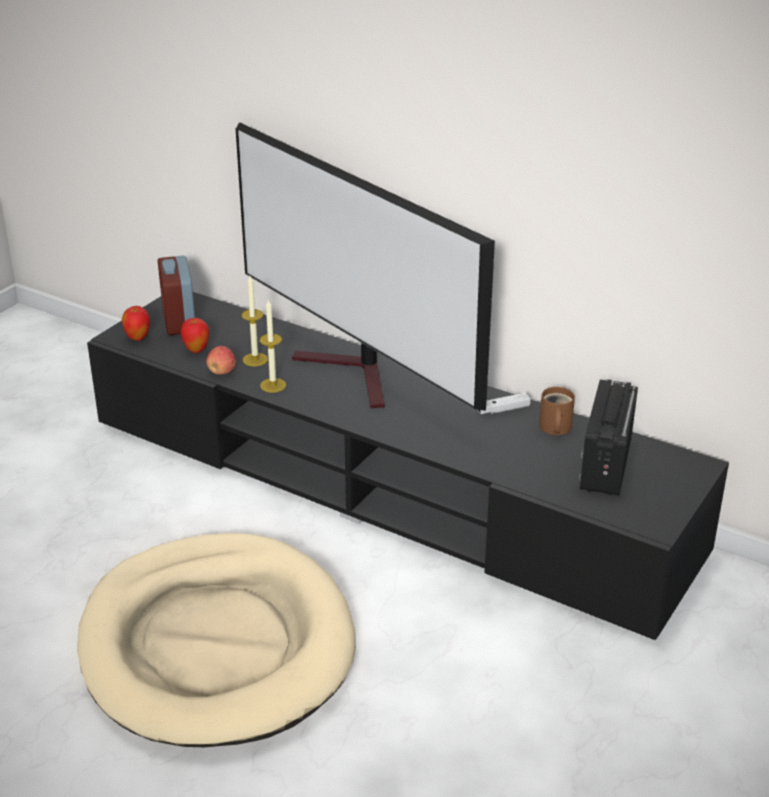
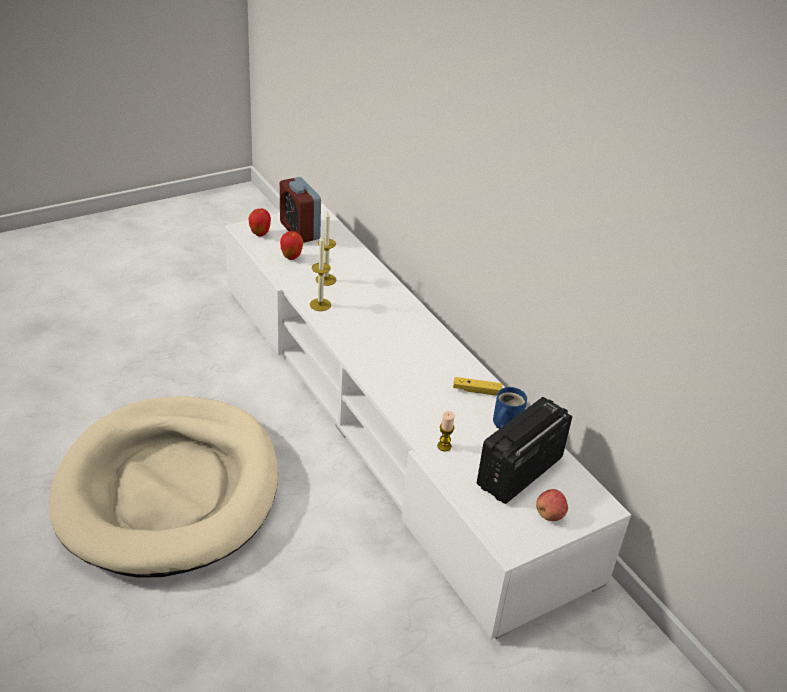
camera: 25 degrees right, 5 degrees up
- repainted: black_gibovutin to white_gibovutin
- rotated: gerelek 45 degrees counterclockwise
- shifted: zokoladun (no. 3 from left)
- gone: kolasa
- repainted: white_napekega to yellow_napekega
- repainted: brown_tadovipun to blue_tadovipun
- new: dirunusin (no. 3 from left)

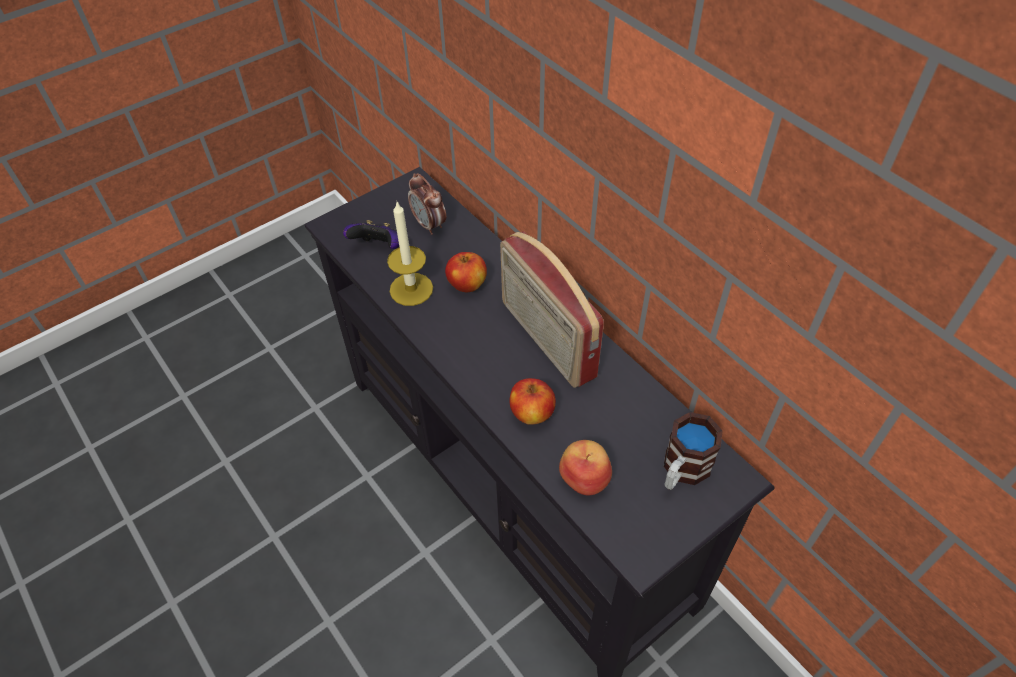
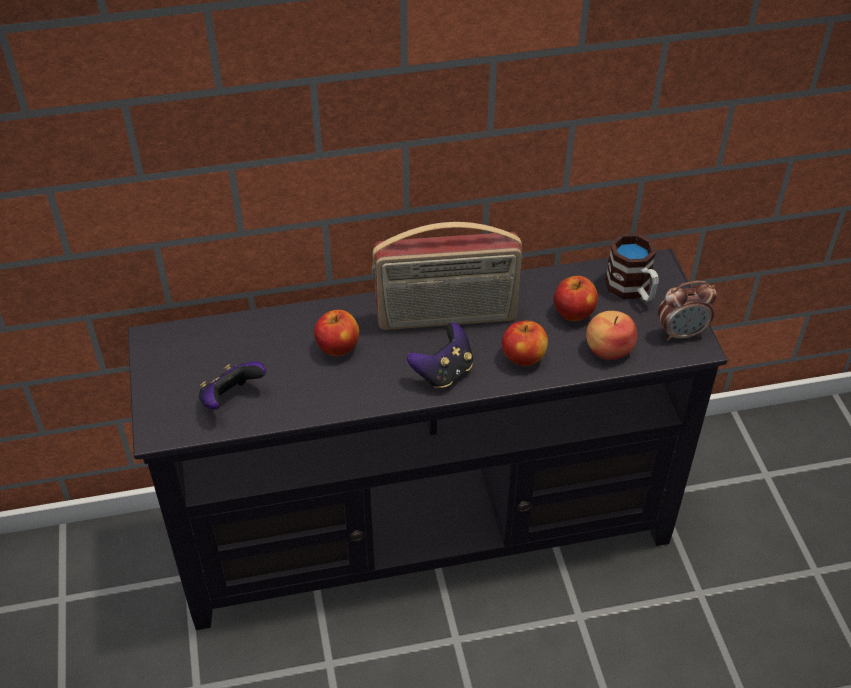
camera: 65 degrees left, 5 degrees down
- gone: dirunusin
- shifted: gerelek
- new: napekega (no. 2 from left)
- new: zokoladun (no. 3 from left)

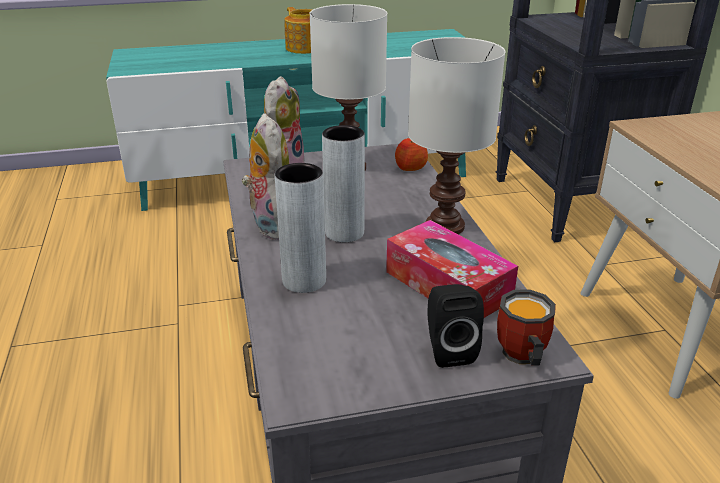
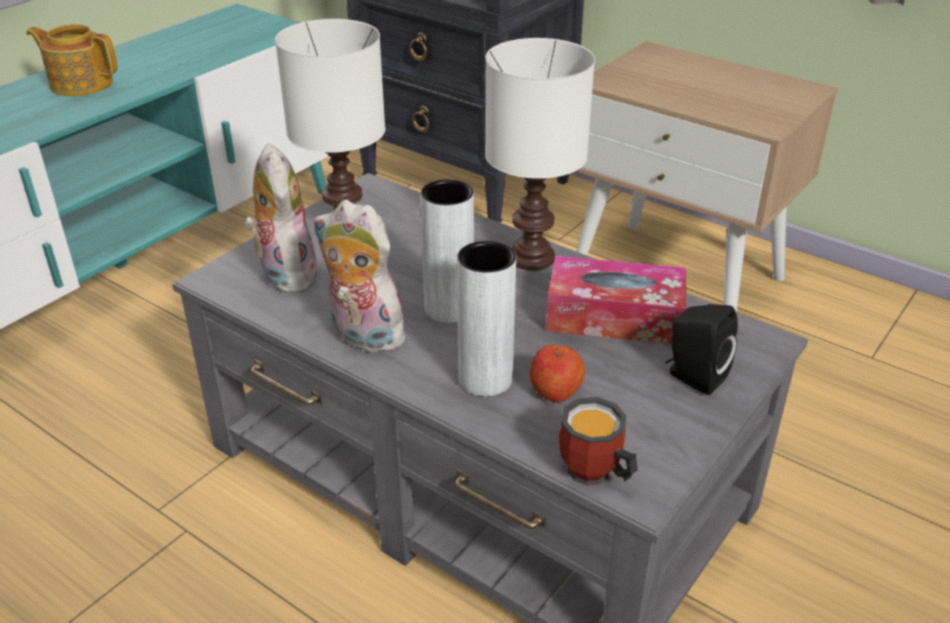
camera: 40 degrees left, 5 degrees up
- shifted: zokoladun
- shifted: tadovipun

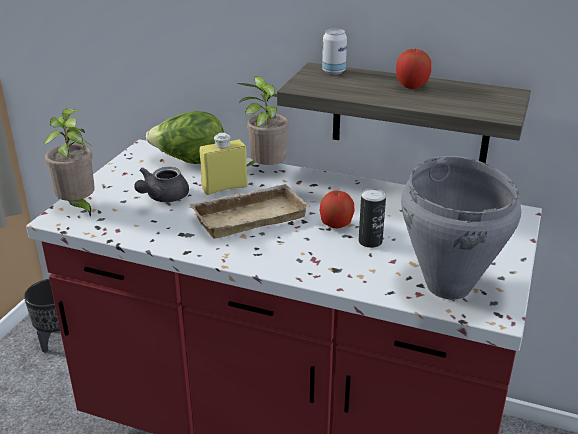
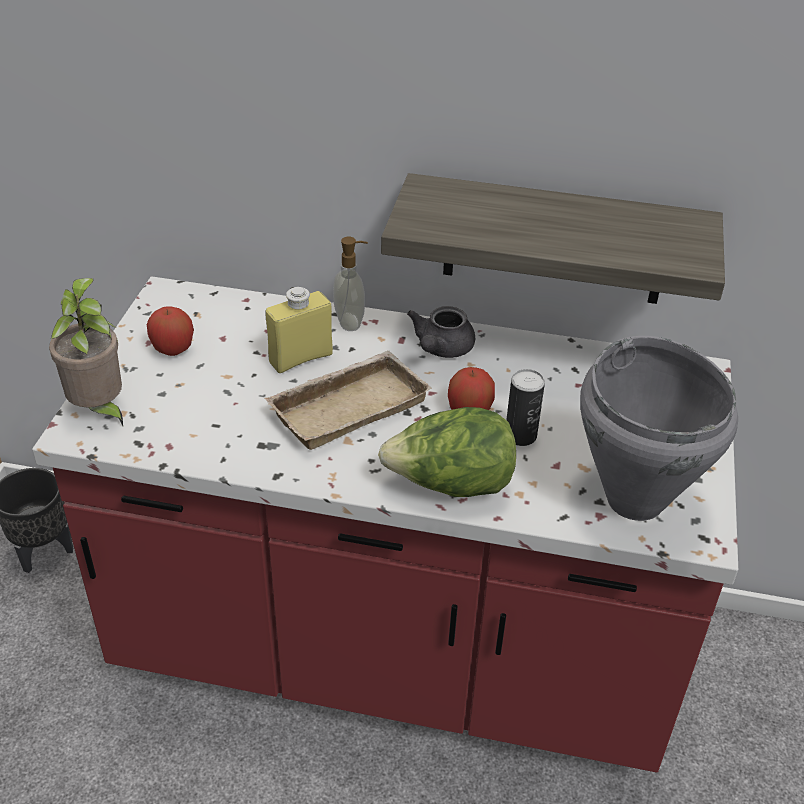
camera: 10 degrees left, 10 degrees up
- shifted: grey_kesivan
- shifted: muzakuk
- swapped: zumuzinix (no. 2 from left) to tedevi
- gone: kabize (no. 1 from left)
- shifted: zokoladun (no. 2 from left in the first image) to zokoladun (no. 1 from left)

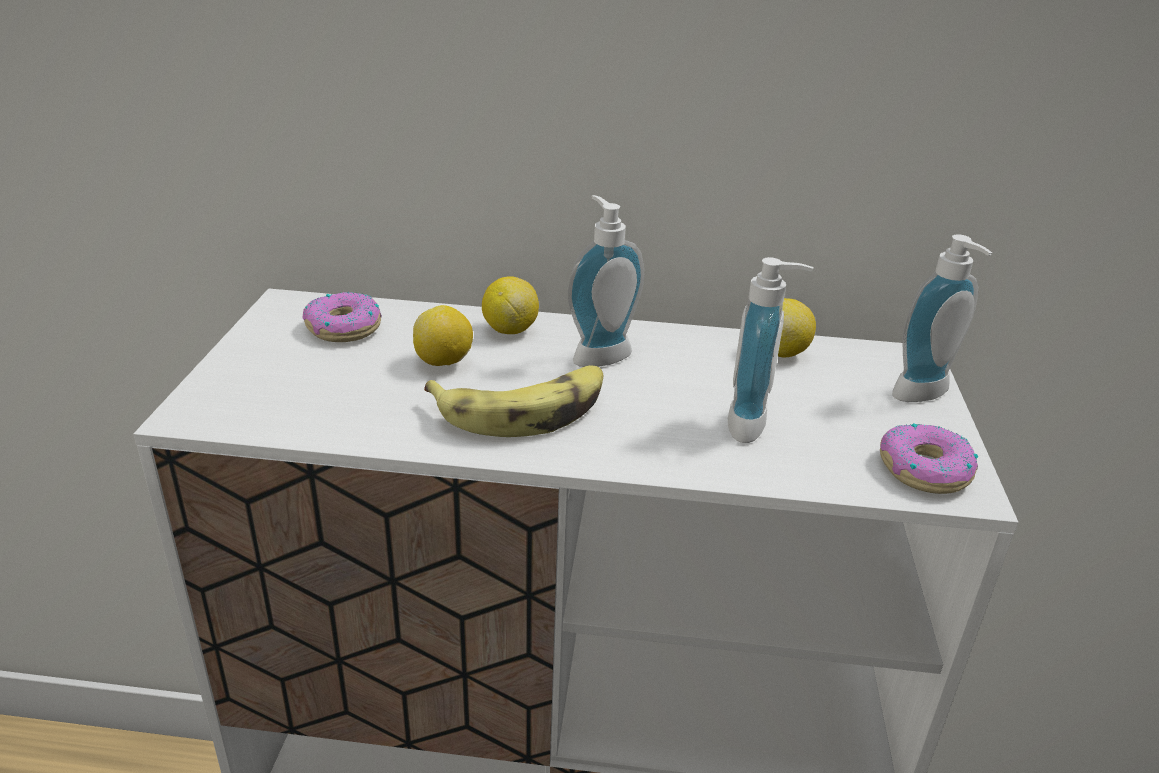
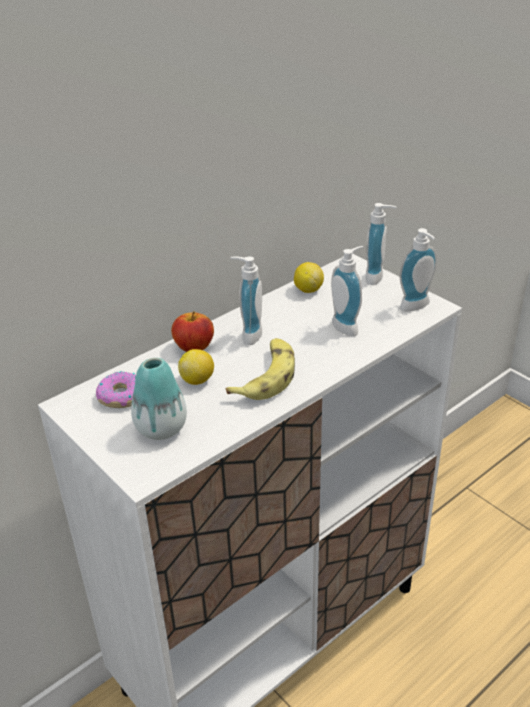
camera: 45 degrees left, 5 degrees up
- swapped: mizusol (no. 2 from left) to zokoladun
- swapped: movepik (no. 2 from left) to tedevi (no. 4 from left)
- new: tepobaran

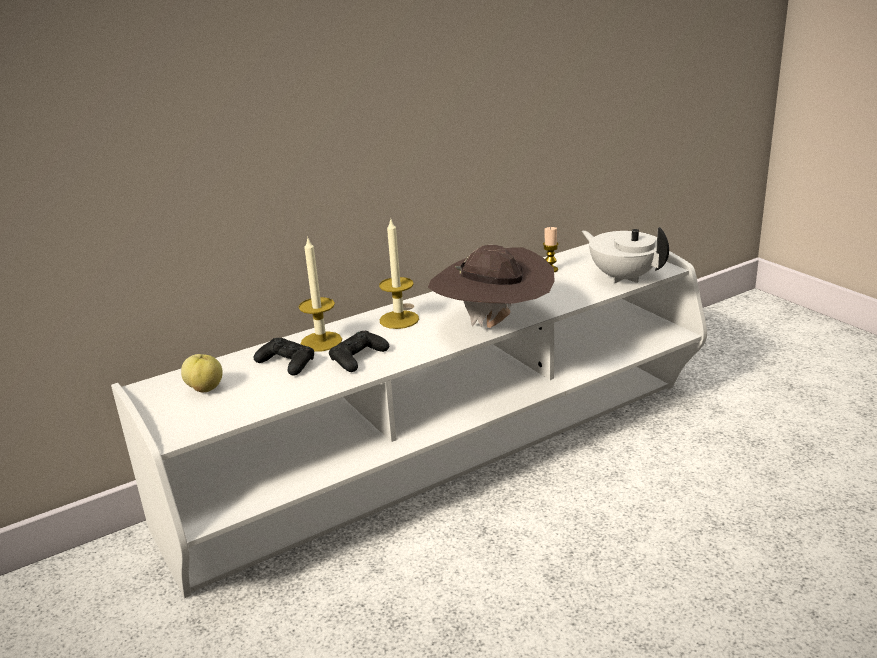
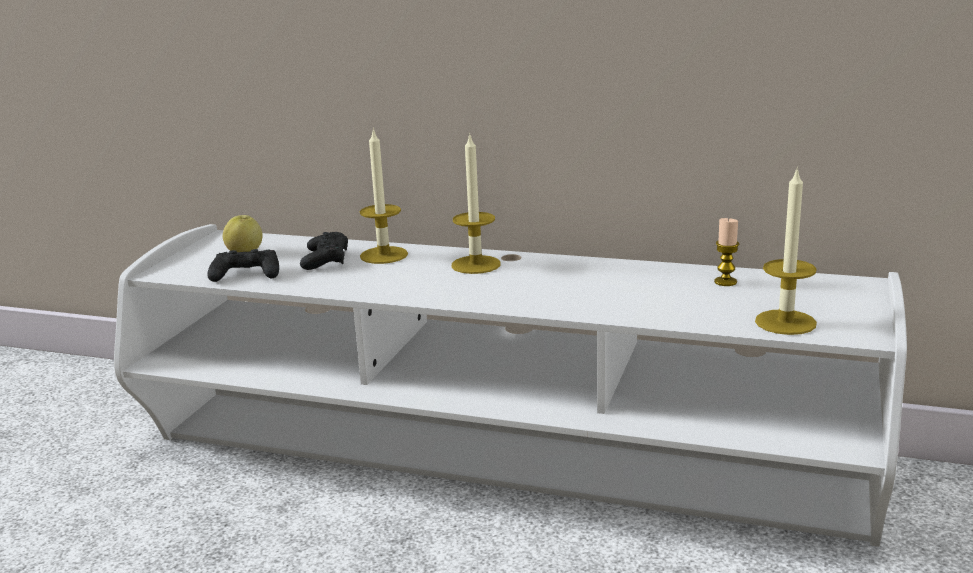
camera: 50 degrees right, 5 degrees down
- shifted: black_napekega (no. 2 from left in the first image) to black_napekega (no. 1 from left)
- gone: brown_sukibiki
- swapped: white_kesivan to dirunusin (no. 4 from left)

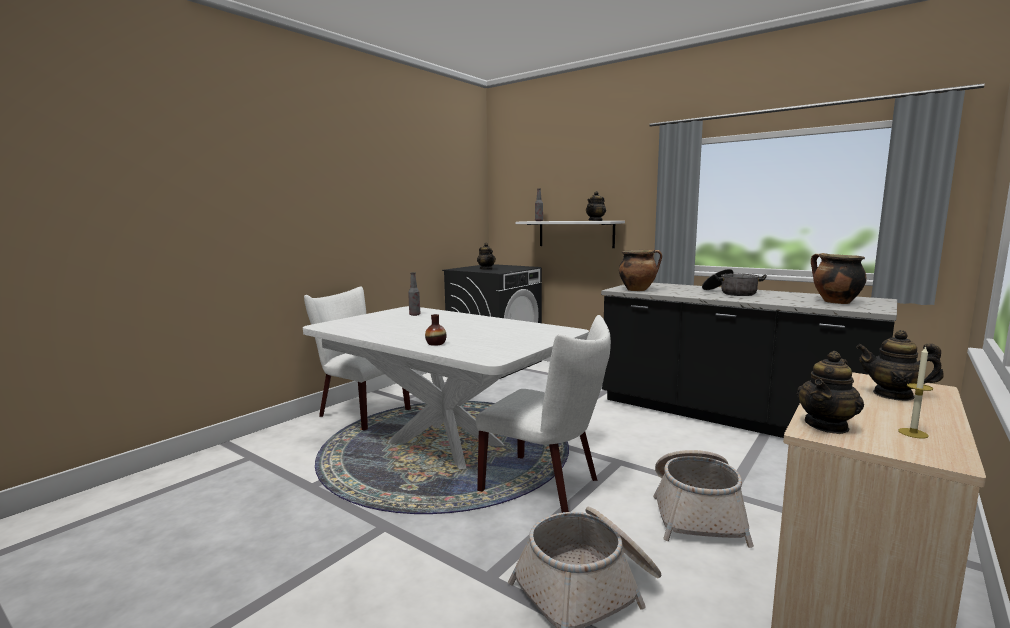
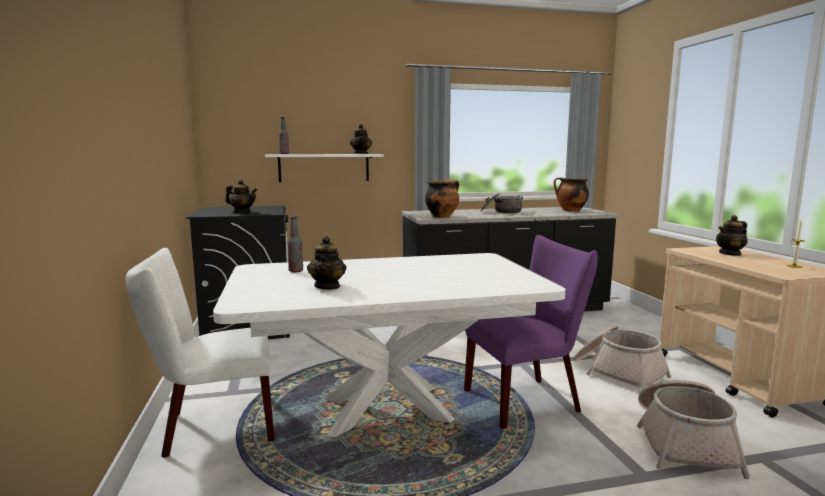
camera: 50 degrees left, 0 degrees up
- gone: tepobaran
- repainted: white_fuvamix (no. 2 from left) to purple_fuvamix
- shifted: kesivan (no. 3 from left in the first image) to kesivan (no. 2 from left)

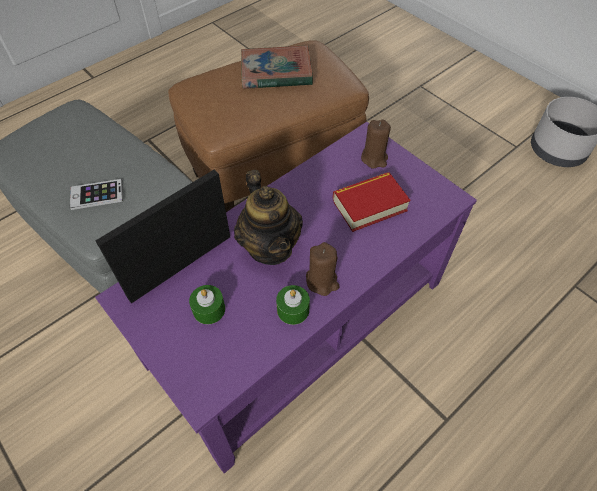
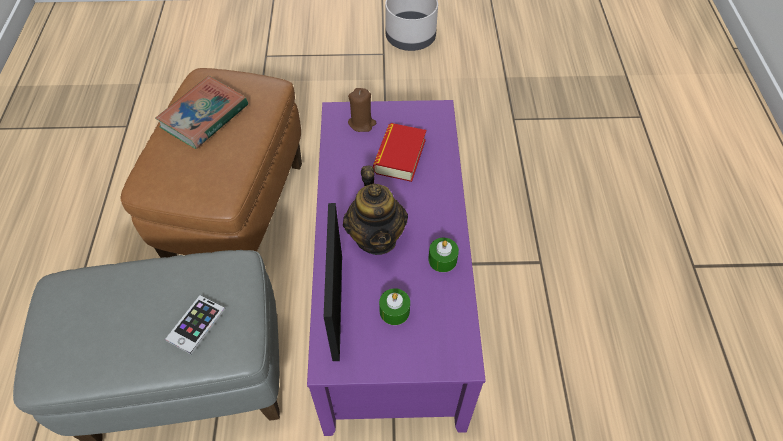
camera: 50 degrees left, 0 degrees up
- rotated: kesivan 60 degrees clockwise
- gone: brown_dirunusin (no. 1 from left)

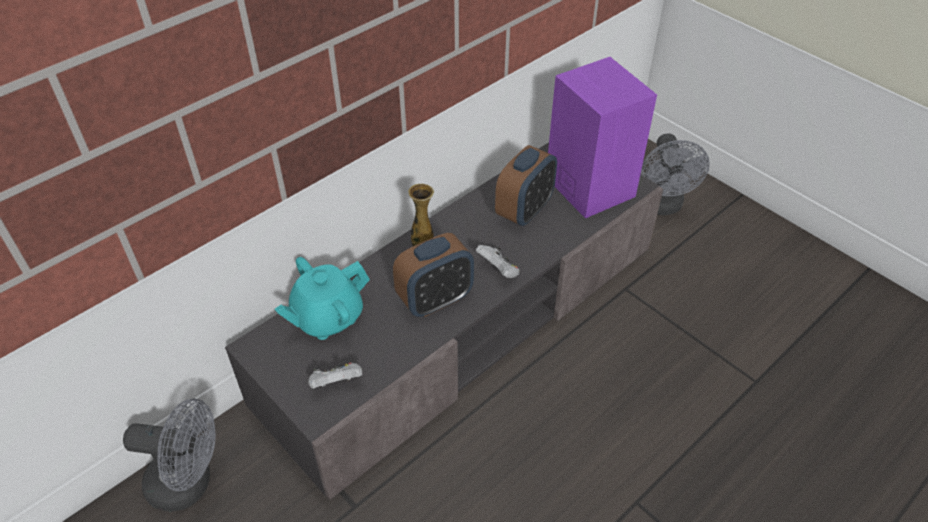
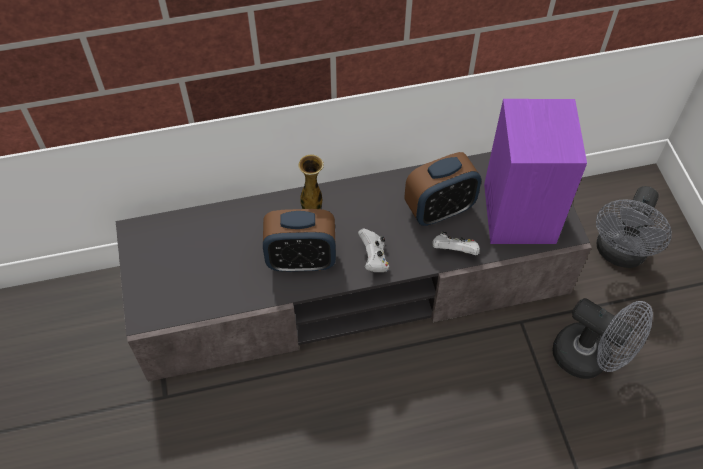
camera: 30 degrees right, 10 degrees up
- shifted: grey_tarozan (no. 1 from left)
- gone: turquoise_kesivan
- shifted: white_napekega (no. 1 from left in the first image) to white_napekega (no. 2 from left)

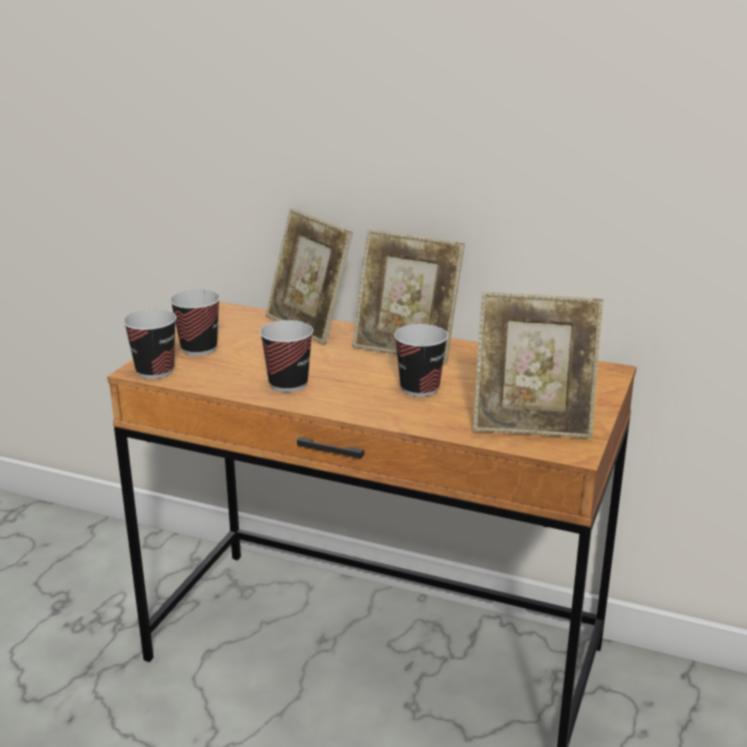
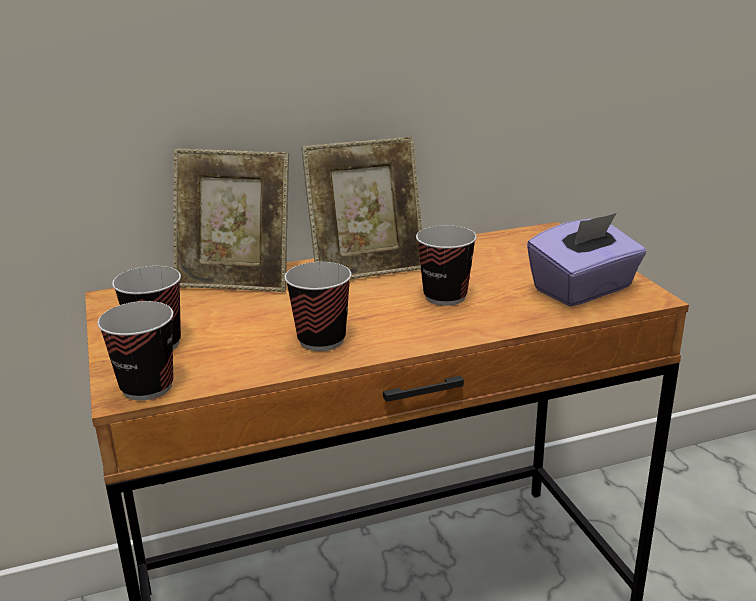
camera: 40 degrees left, 0 degrees up
- swapped: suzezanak (no. 3 from left) to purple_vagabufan

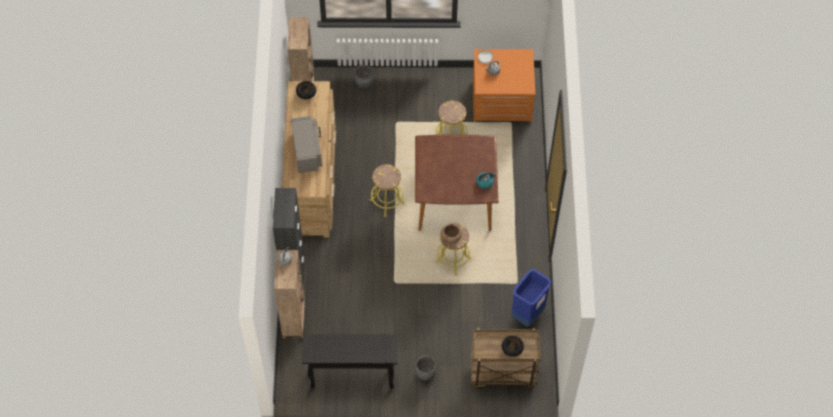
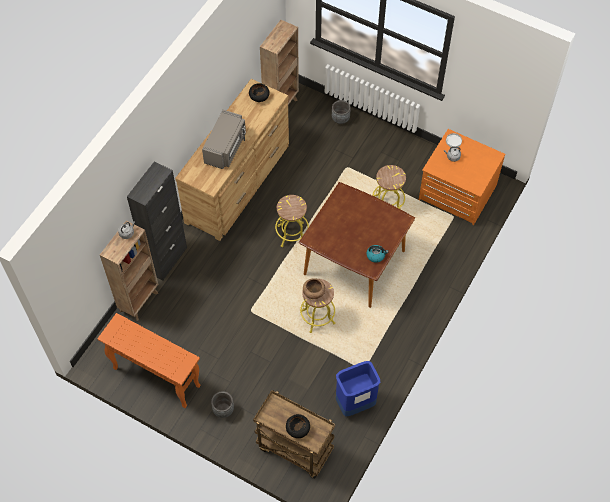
camera: 30 degrees right, 0 degrees up
- repainted: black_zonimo to orange_zonimo

